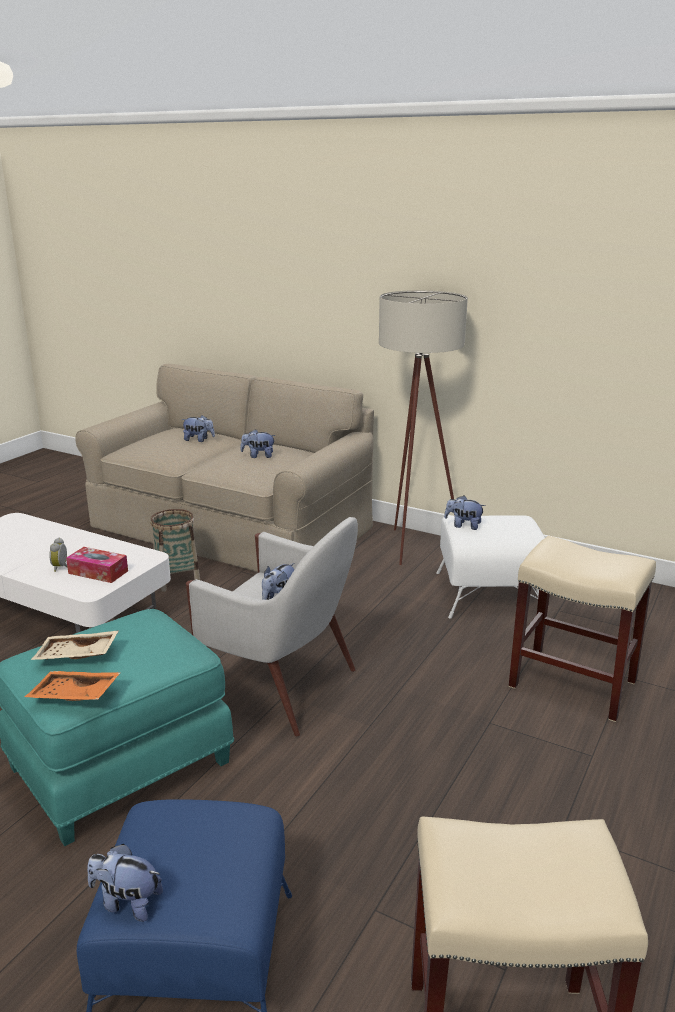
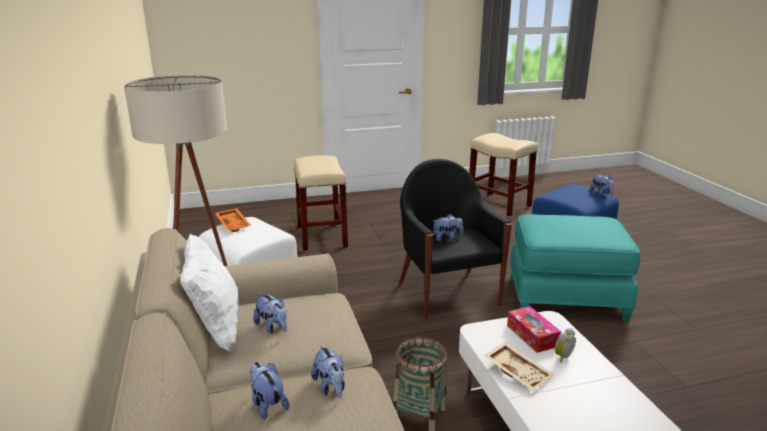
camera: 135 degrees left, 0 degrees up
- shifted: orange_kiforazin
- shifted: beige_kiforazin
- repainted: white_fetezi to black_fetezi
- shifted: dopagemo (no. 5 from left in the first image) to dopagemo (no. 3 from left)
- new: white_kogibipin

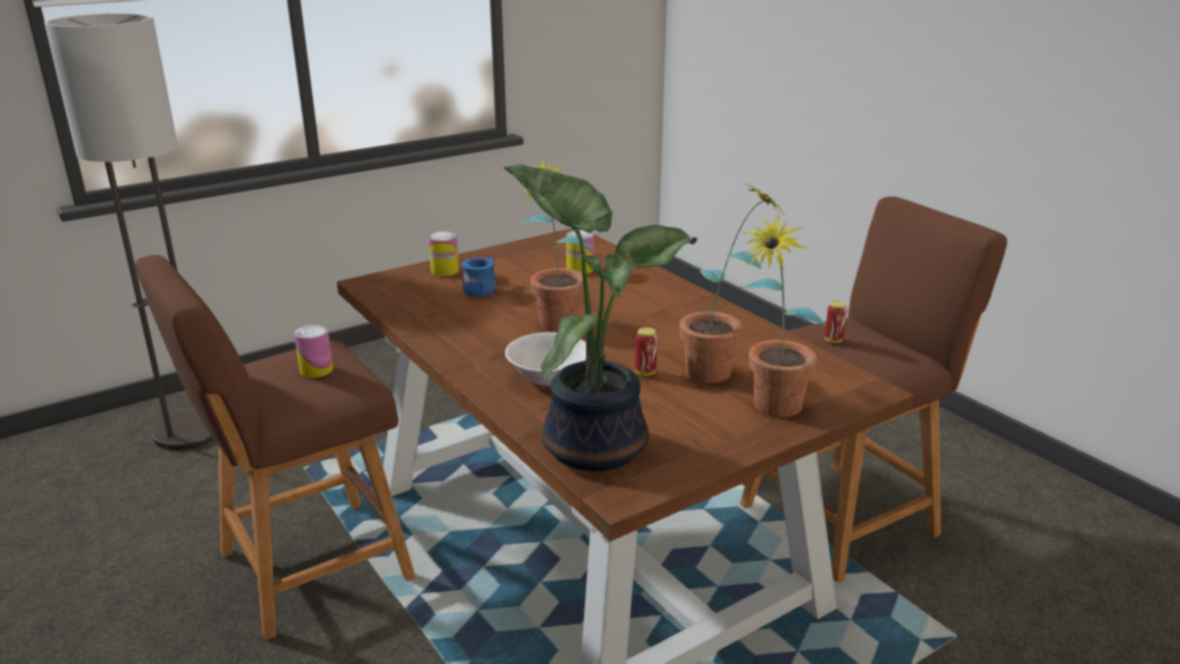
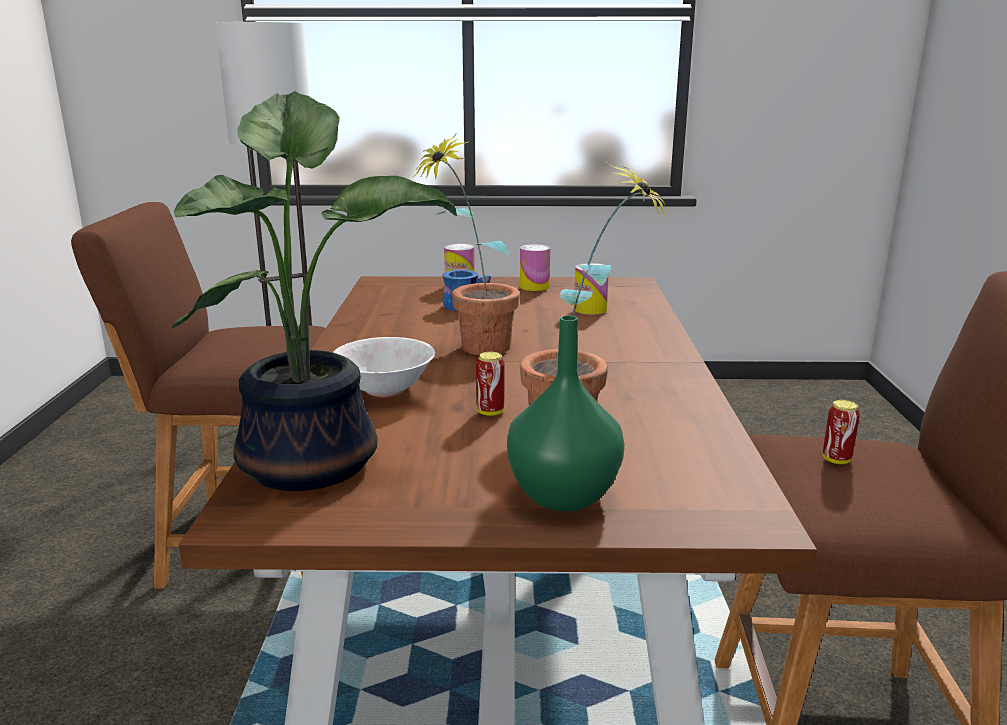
camera: 35 degrees right, 5 degrees down
- shifted: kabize (no. 1 from left in the first image) to kabize (no. 3 from left)
- swapped: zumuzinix (no. 4 from left) to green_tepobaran

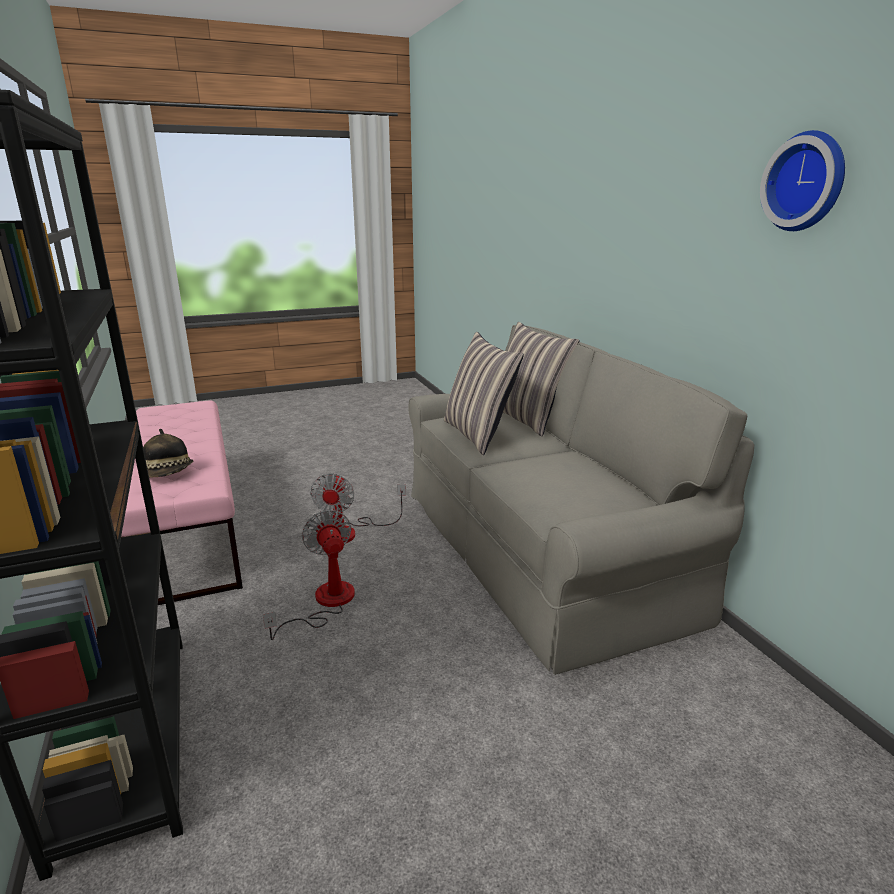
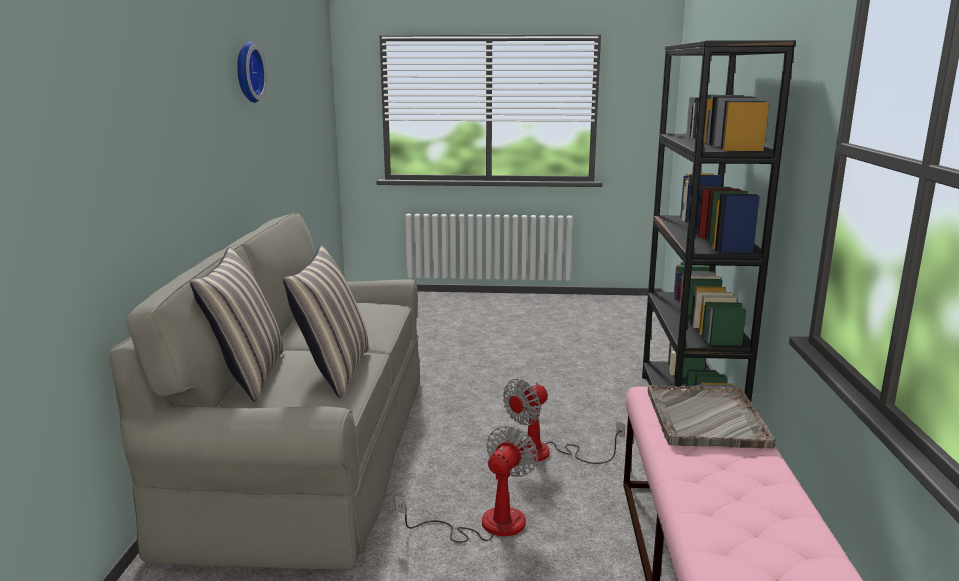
camera: 155 degrees left, 5 degrees down
- swapped: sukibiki to grey_kiforazin
- rotated: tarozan (no. 1 from left in the first image) 45 degrees clockwise

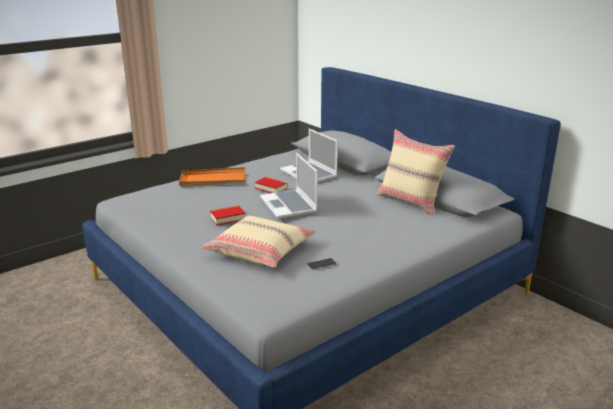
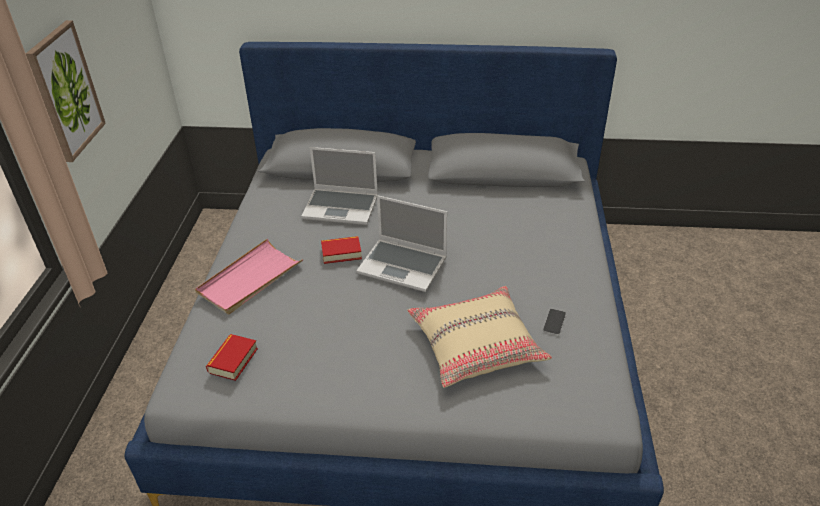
camera: 45 degrees left, 15 degrees up
- repainted: orange_kiforazin to pink_kiforazin
- shifted: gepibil (no. 1 from left)
- gone: beige_kogibipin (no. 2 from left)
- new: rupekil

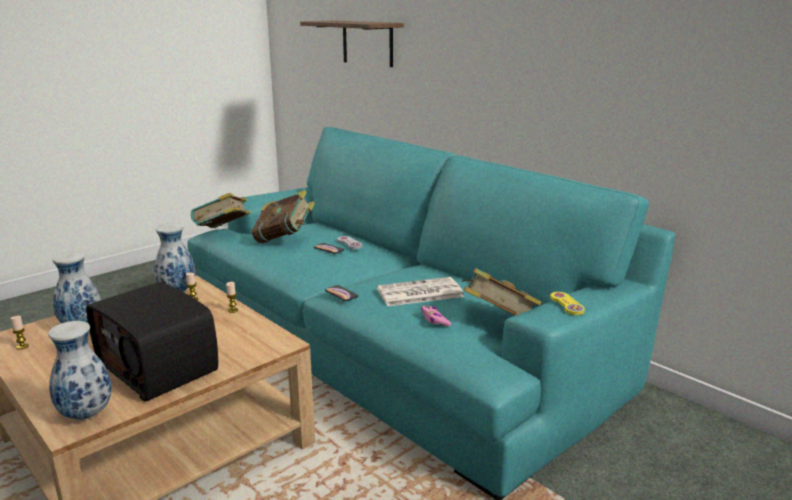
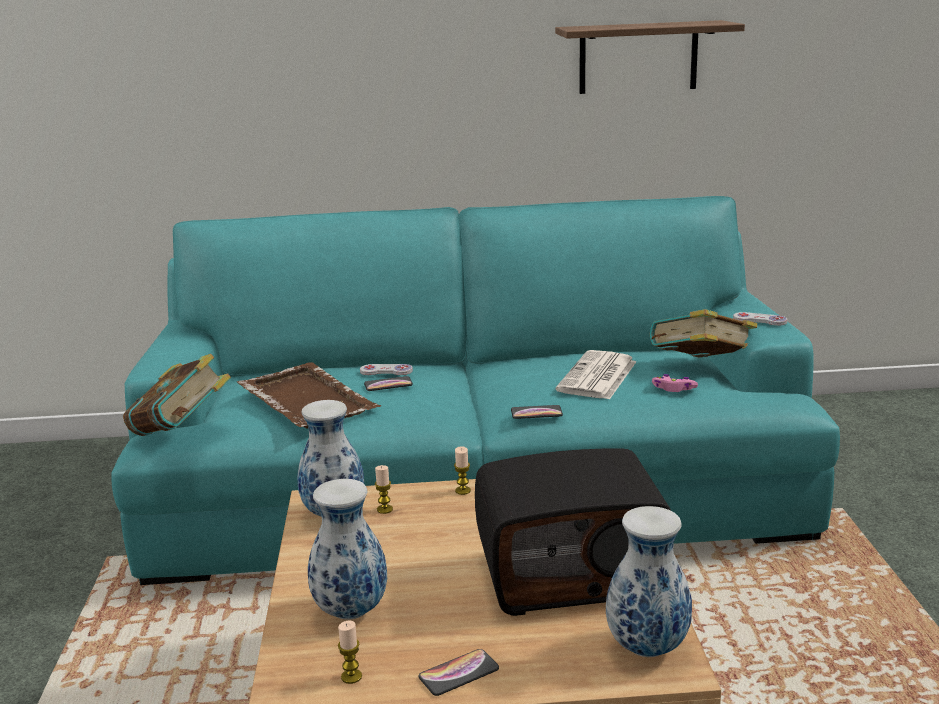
camera: 50 degrees left, 0 degrees up
- swapped: gepibil (no. 2 from left) to brown_kiforazin
- shifted: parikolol
- repainted: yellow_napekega to white_napekega (no. 2 from left)
- new: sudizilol (no. 2 from left)

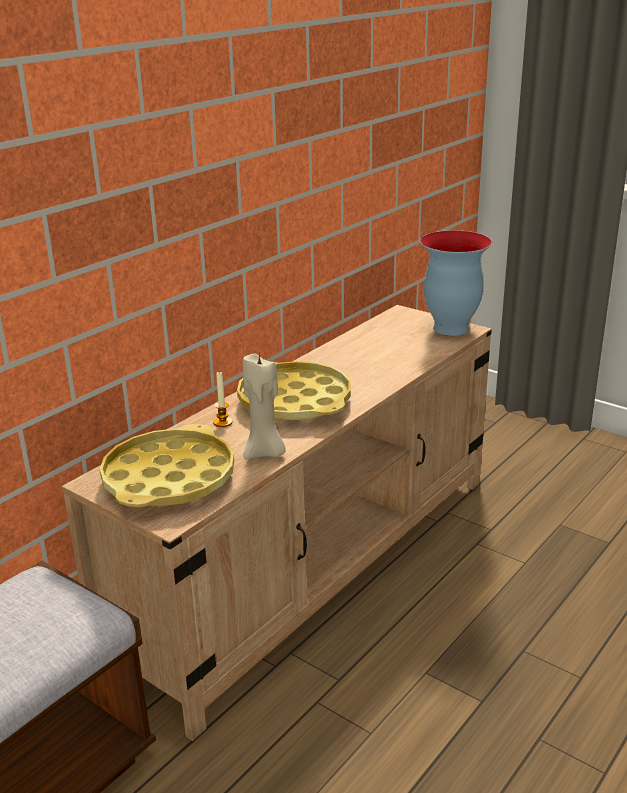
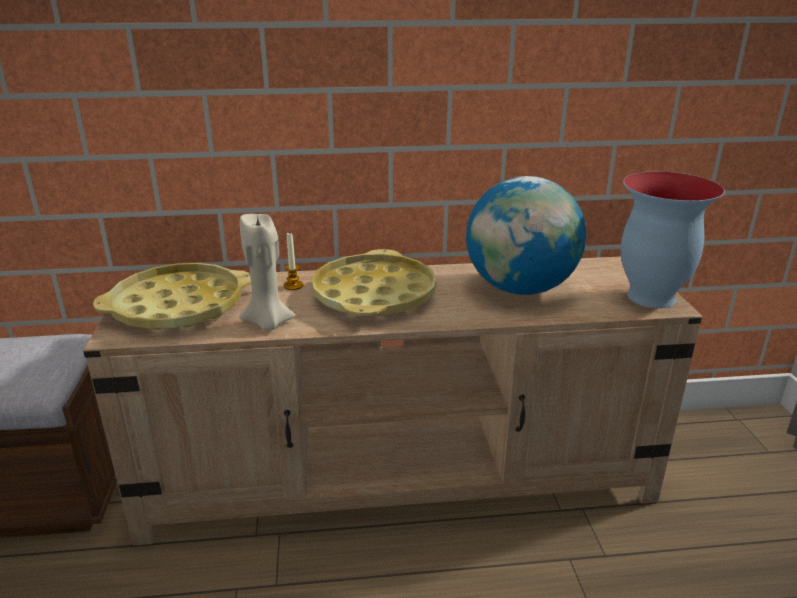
camera: 45 degrees right, 0 degrees up
- new: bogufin

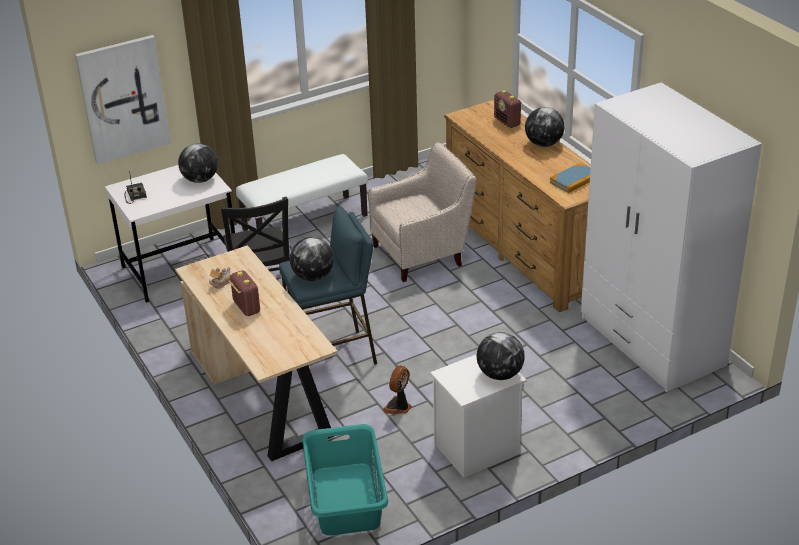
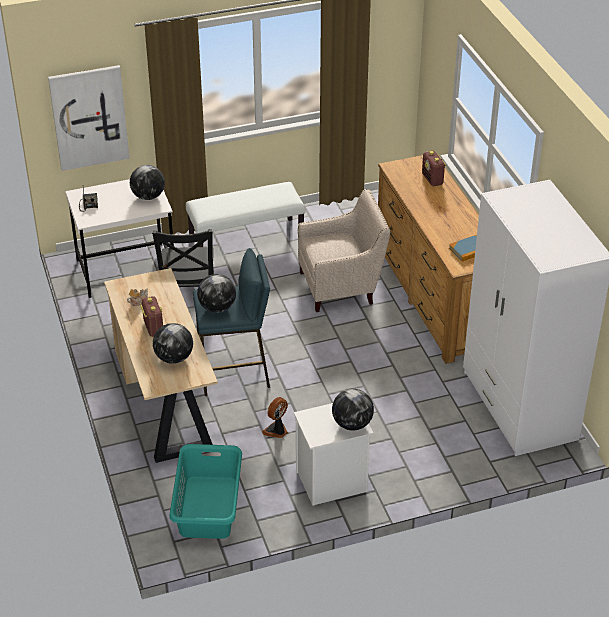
camera: 10 degrees right, 5 degrees up
- shifted: bogufin (no. 4 from left in the first image) to bogufin (no. 2 from left)

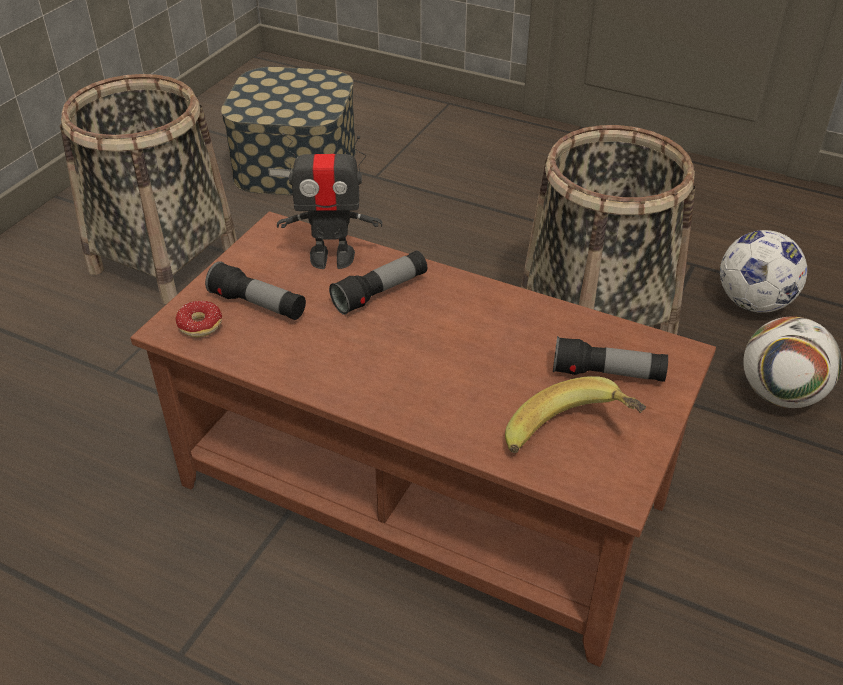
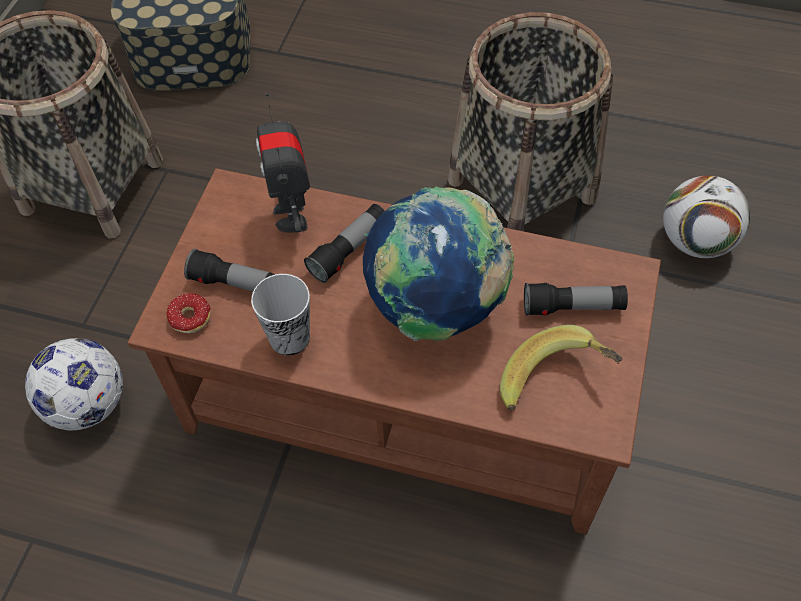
camera: 10 degrees left, 15 degrees up
- rotated: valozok 90 degrees clockwise
- shifted: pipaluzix (no. 1 from left)
- new: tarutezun
- new: bogufin

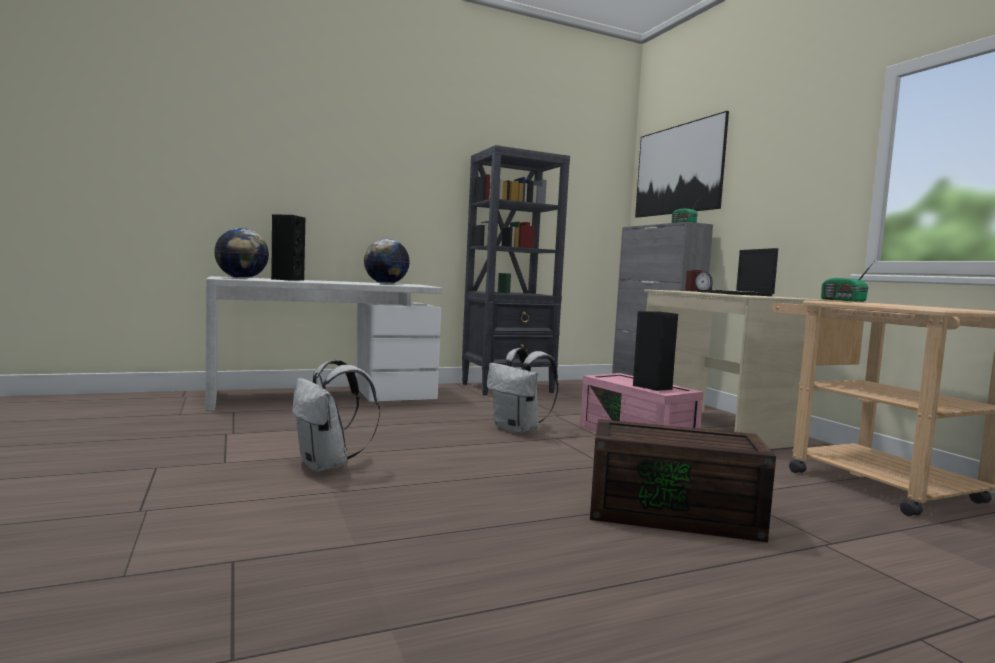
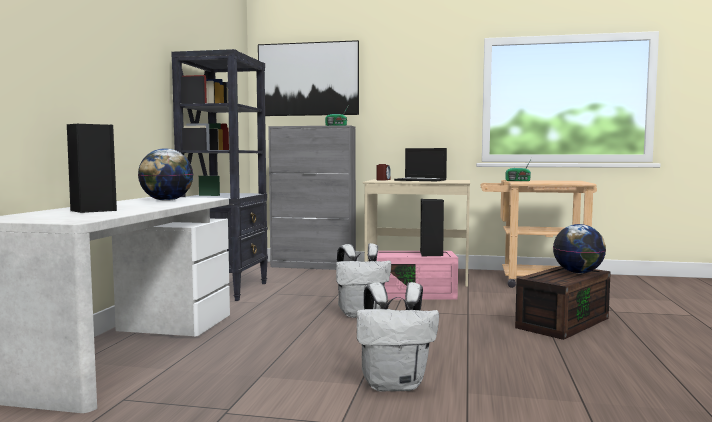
camera: 55 degrees left, 0 degrees up
- shifted: bogufin (no. 1 from left in the first image) to bogufin (no. 2 from left)

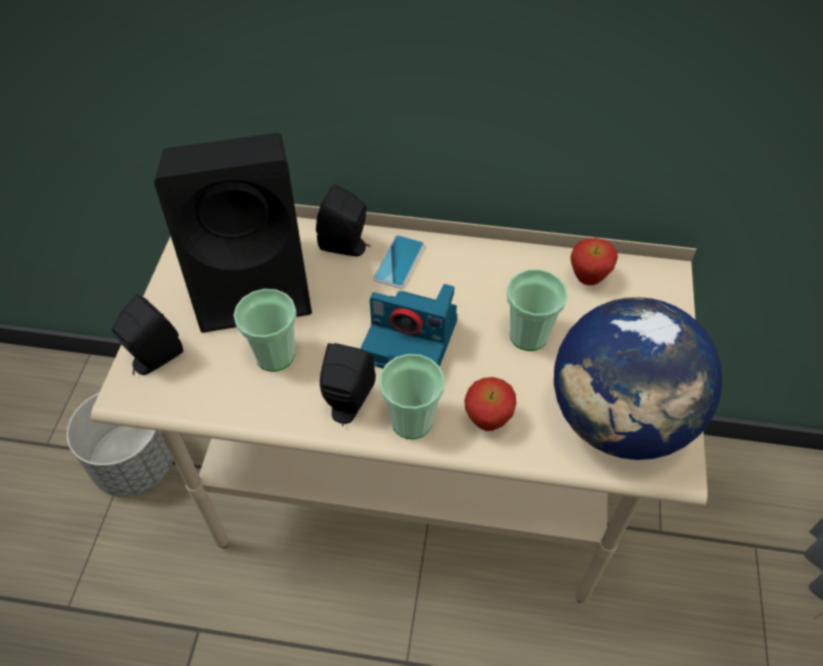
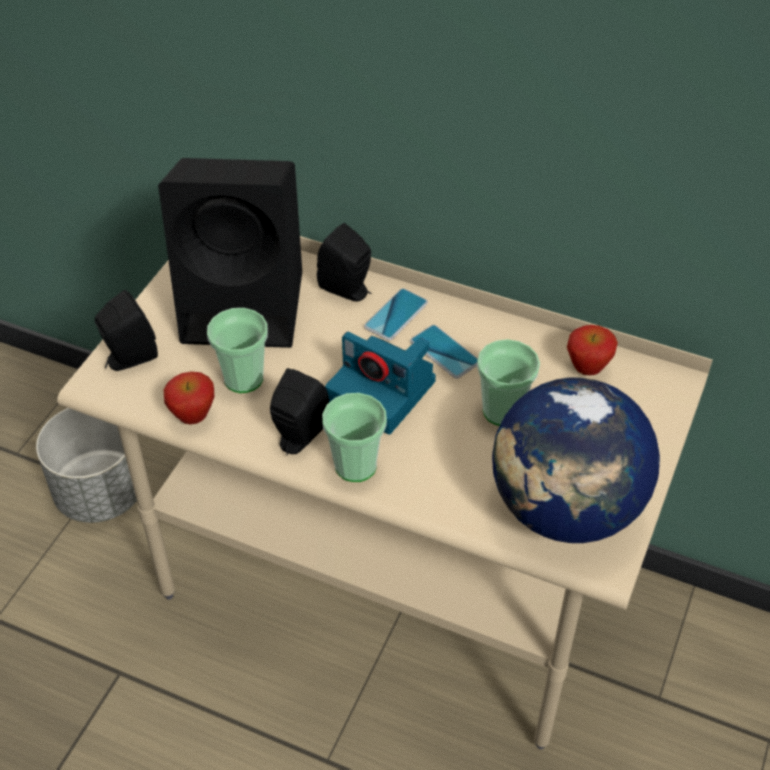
camera: 15 degrees right, 5 degrees down
- shifted: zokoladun (no. 1 from left)
- new: sudizilol (no. 2 from left)

